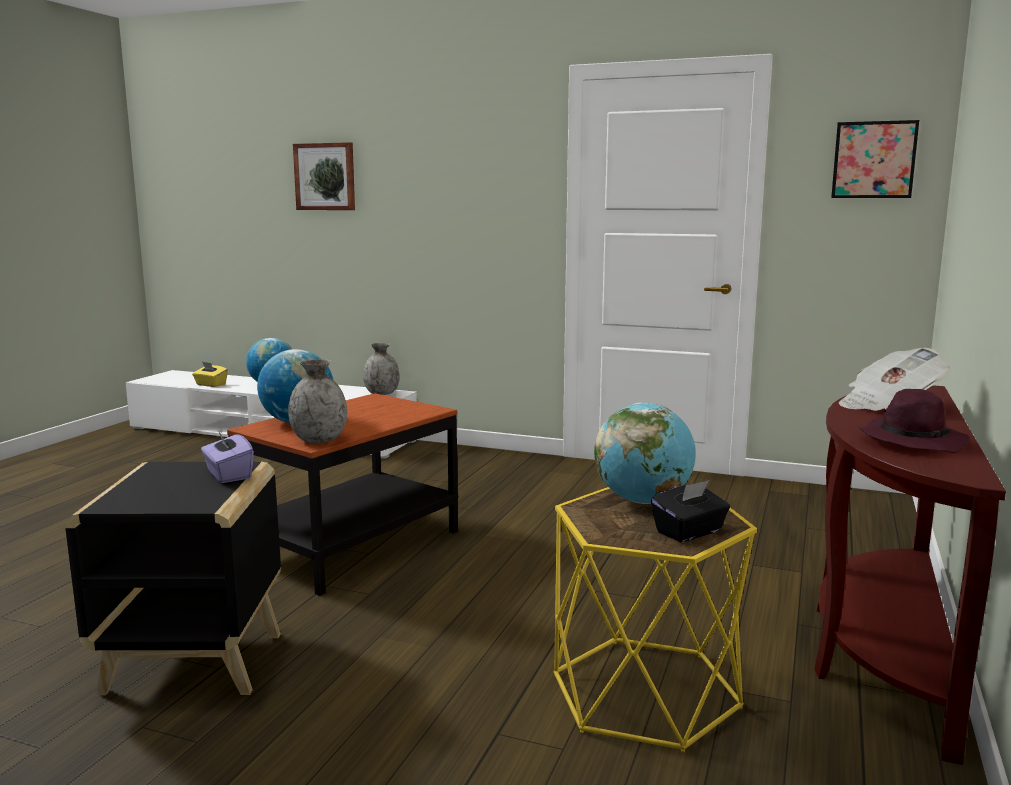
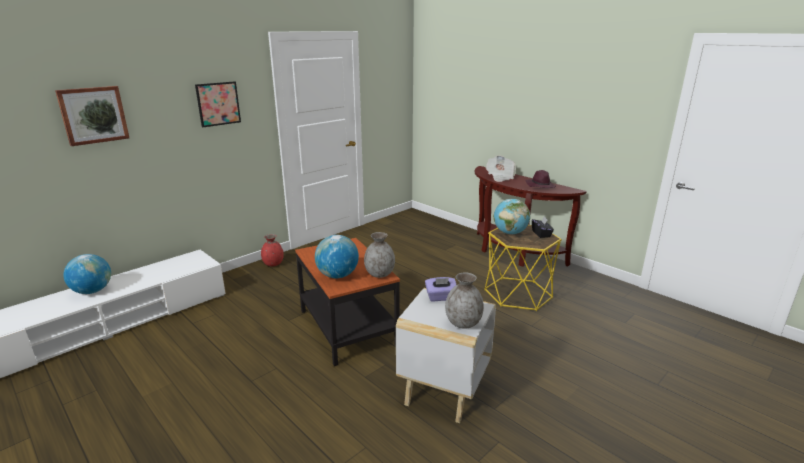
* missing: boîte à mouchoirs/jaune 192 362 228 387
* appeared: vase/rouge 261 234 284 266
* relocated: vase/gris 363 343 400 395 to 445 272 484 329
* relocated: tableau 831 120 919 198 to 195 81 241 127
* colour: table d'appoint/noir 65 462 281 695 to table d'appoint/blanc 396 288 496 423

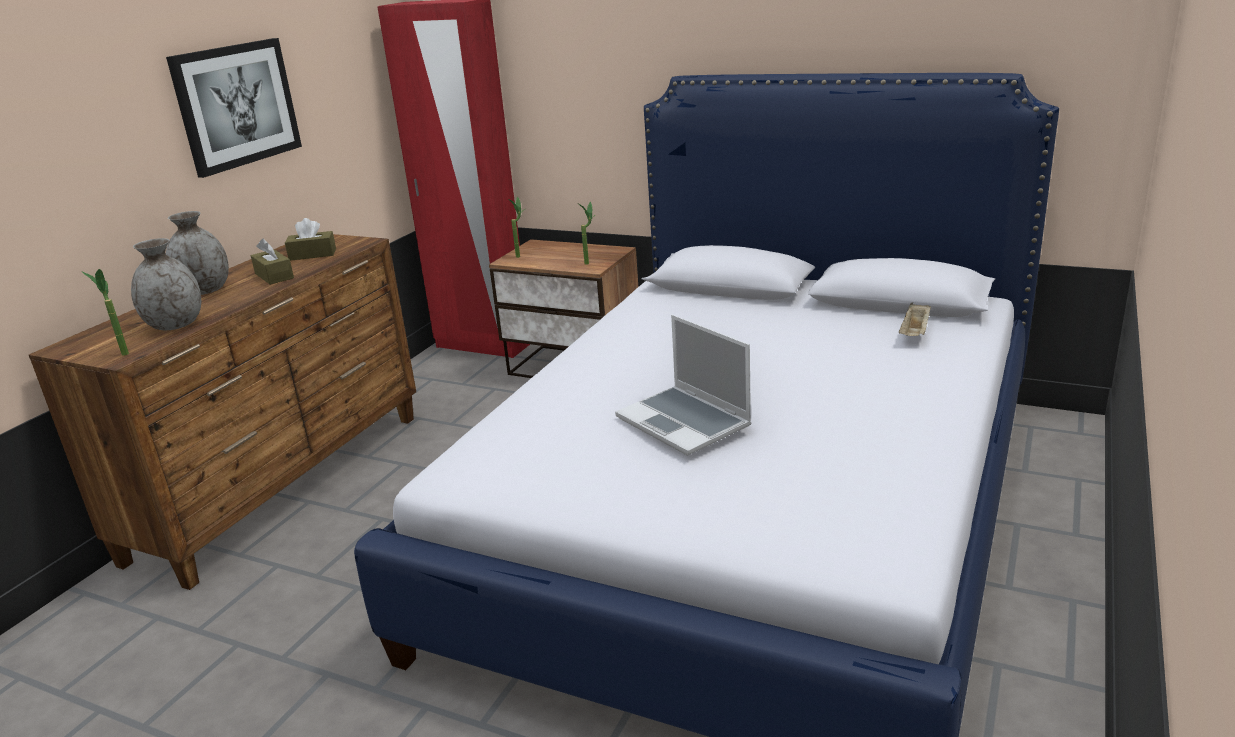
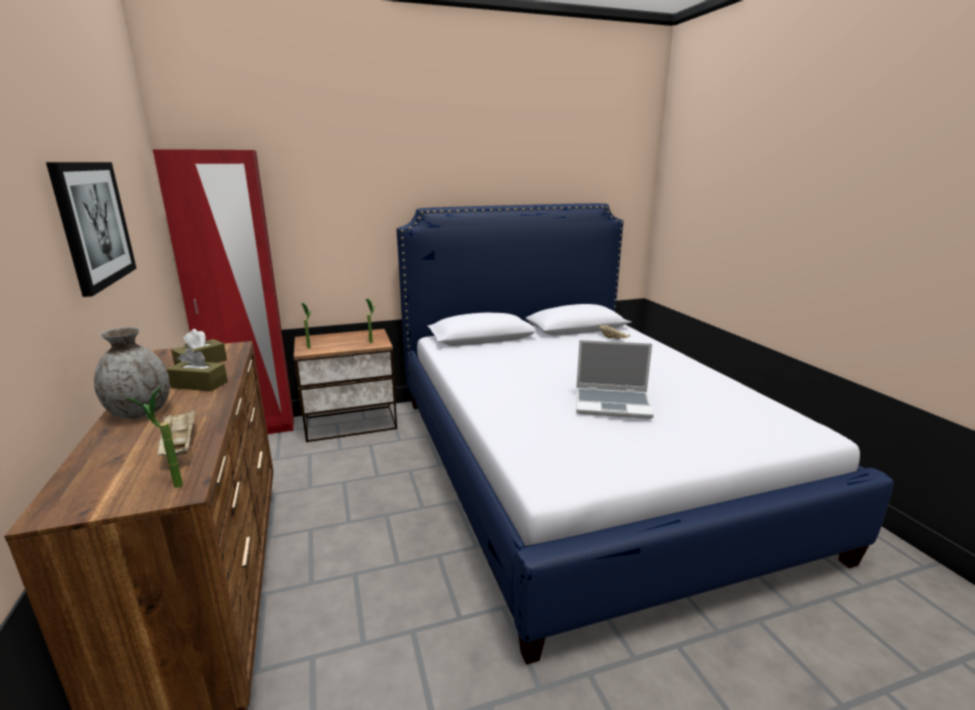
* exchanged: vase/gris 131 238 201 330 to plateau/beige 156 410 195 456

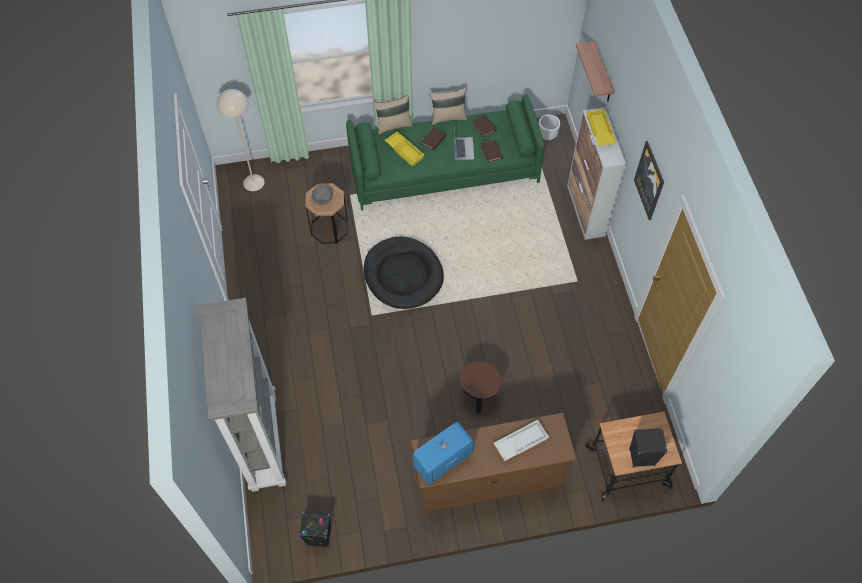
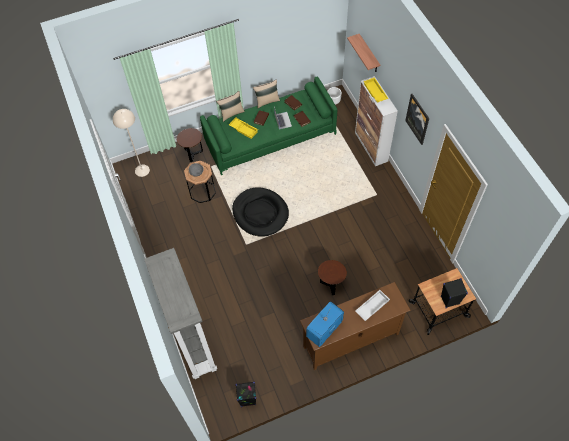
* appeared: table d'appoint/marron 177 128 203 162

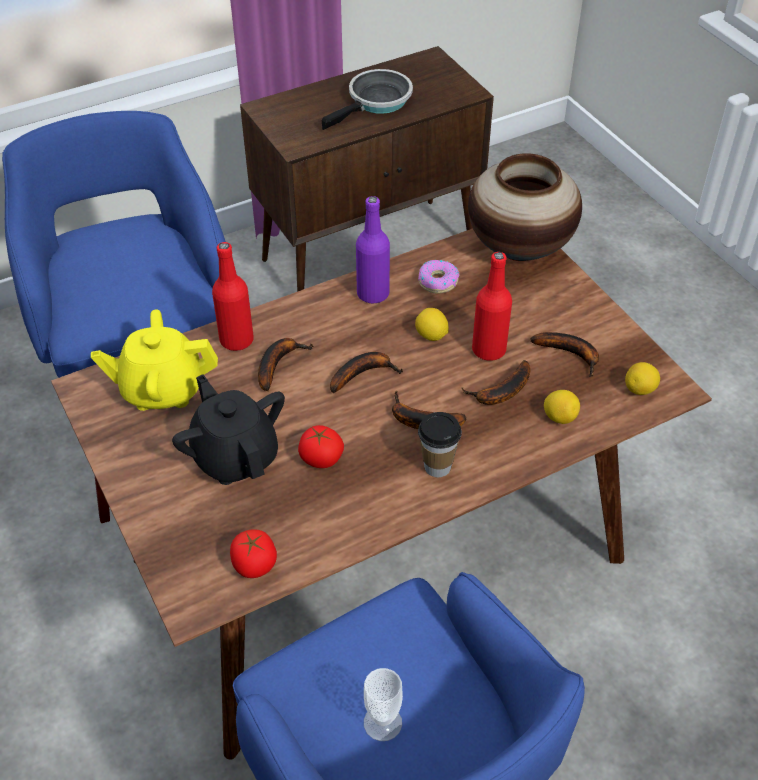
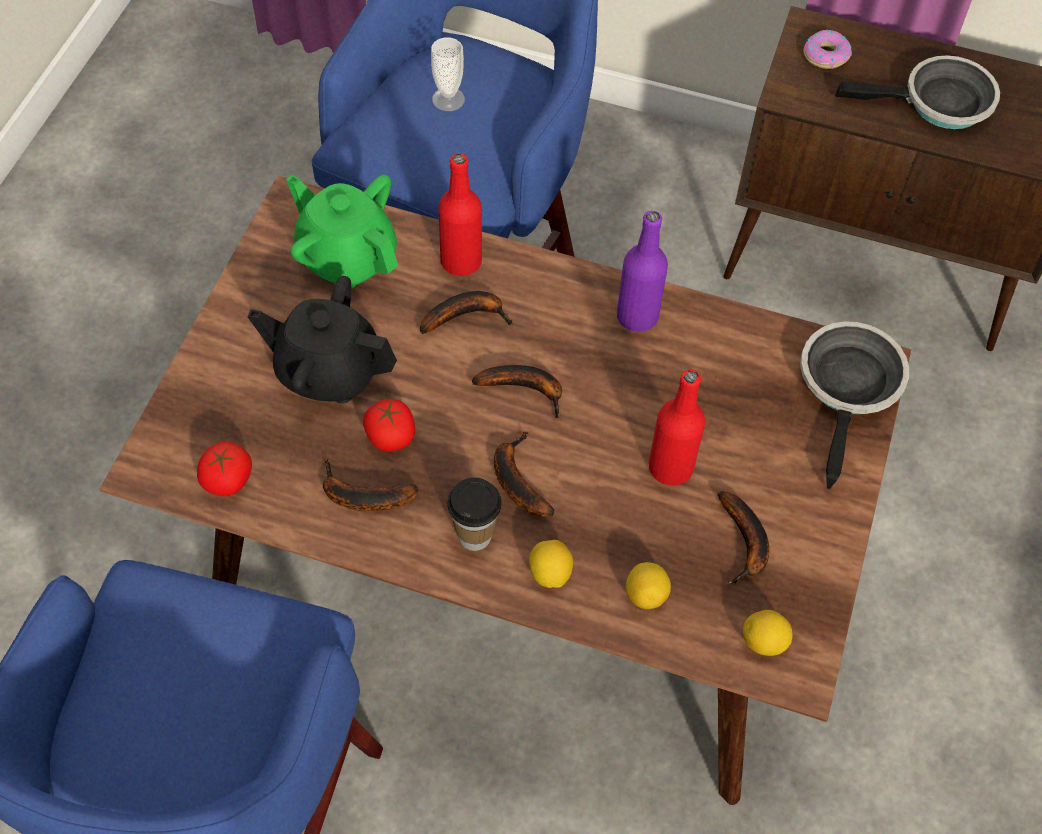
* relocated: tasse 364 668 403 741 to 431 37 465 111
* relocated: citron 415 308 449 341 to 529 540 573 588
* relocated: beignet 418 260 459 294 to 804 30 852 69
* relocated: banane 461 360 531 405 to 323 458 418 511
* exchanged: vase 468 153 582 261 to poêle 800 321 909 489
* colour: théière/jaune 91 309 218 411 to théière/vert 286 175 398 289
* spun: théière/noir 172 374 285 485 = 247 276 397 404 90 degrees counterclockwise

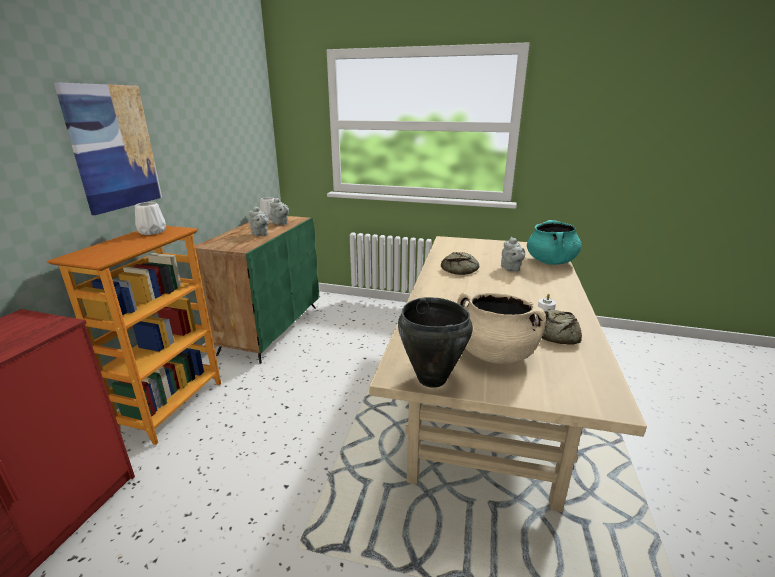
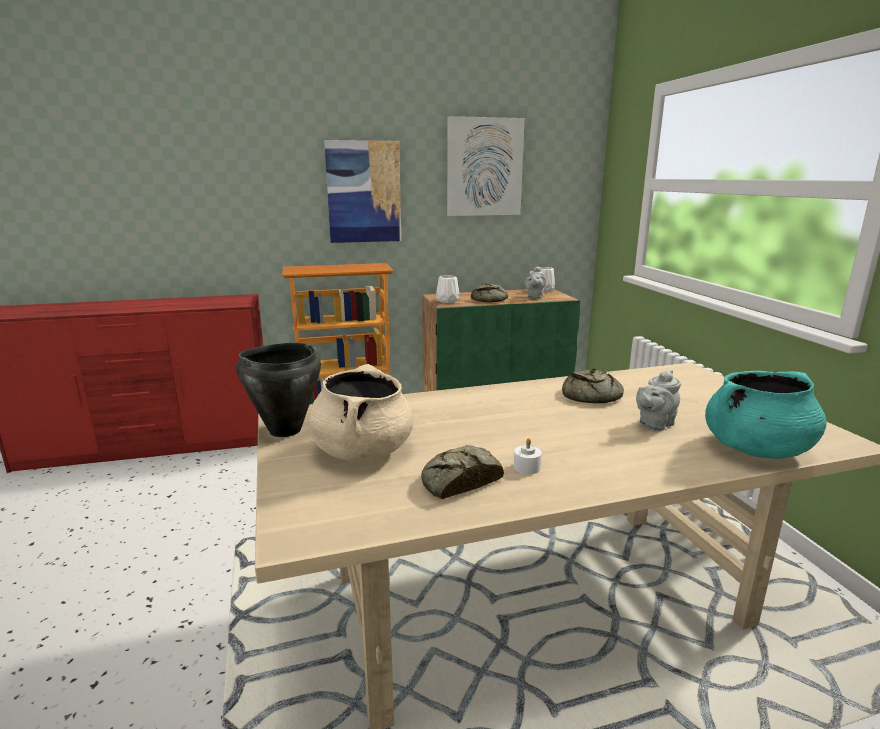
* appeared: tableau 447 116 525 216
* relocated: vase/blanc 135 202 166 235 to 436 275 459 303
* exchanged: théière/gris 249 206 269 236 to pain 471 283 508 303

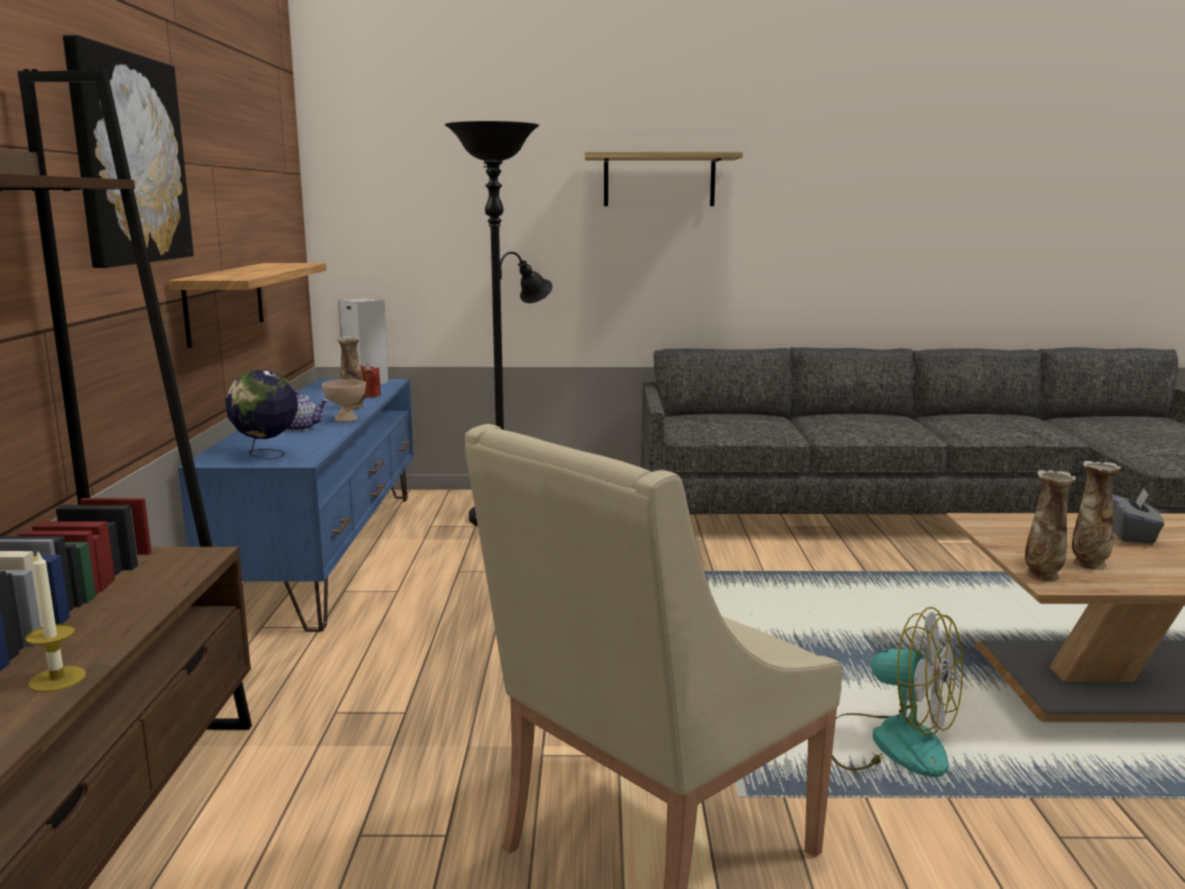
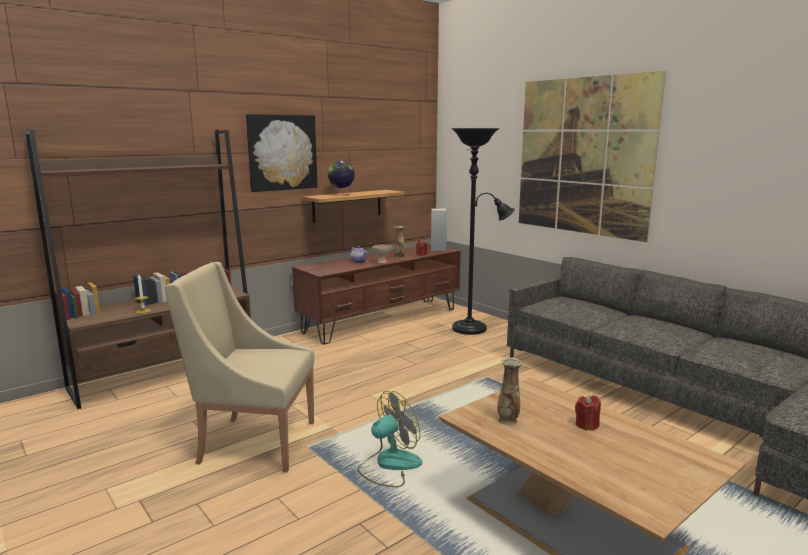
* missing: vase 1025 470 1076 582
* relocated: globe 225 370 298 460 to 328 161 355 196
* exchanged: étagère 585 152 743 206 to tableau 519 71 666 242
* exchanged: boîte à mouchoirs/gris 1113 488 1164 544 to bougie/rouge 575 395 601 430
* colour: meuble télé/bleu 178 379 413 632 to meuble télé/marron 292 244 460 344
* spun: ventilateur 832 607 963 777 = 358 391 422 487 120 degrees counterclockwise

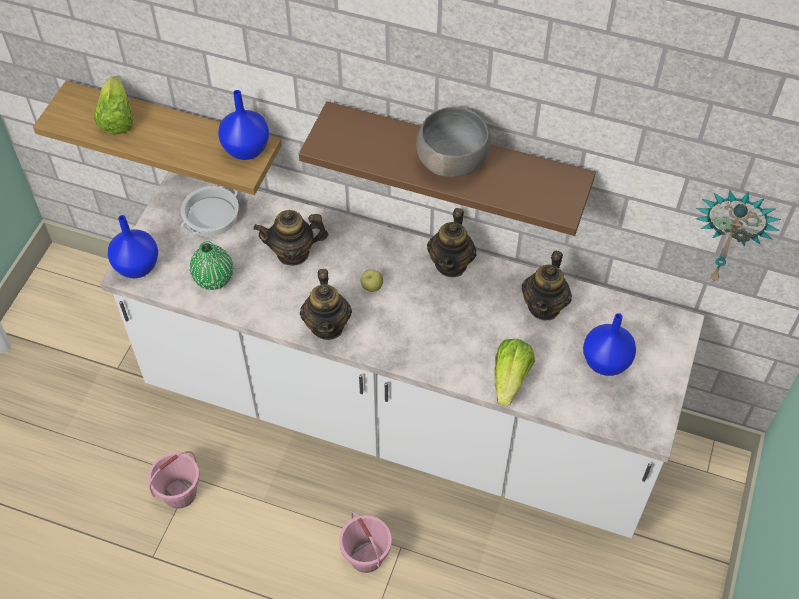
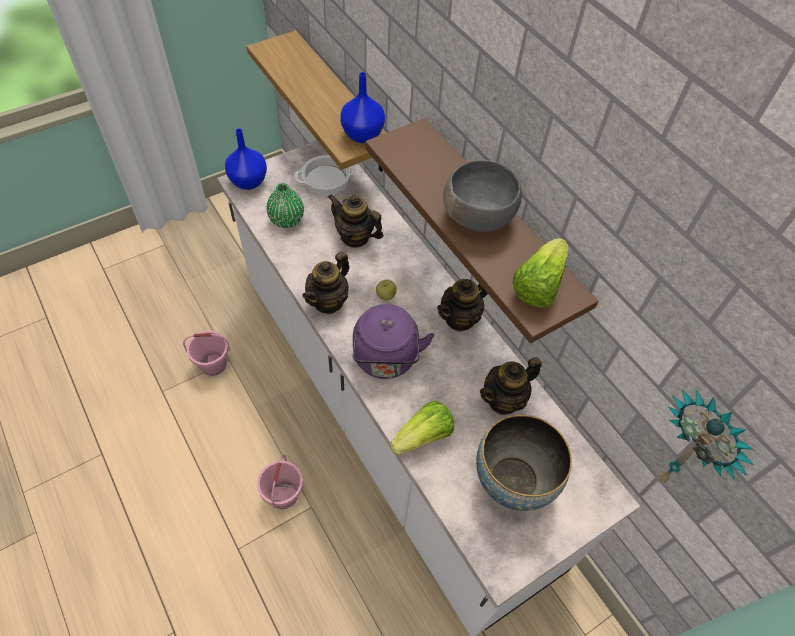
* appeared: bouilloire/violet 353 304 434 379
* relocated: laitue 94 76 134 134 to 512 238 568 308
* exchanged: vase/bleu 583 313 636 376 to bol 476 415 572 511

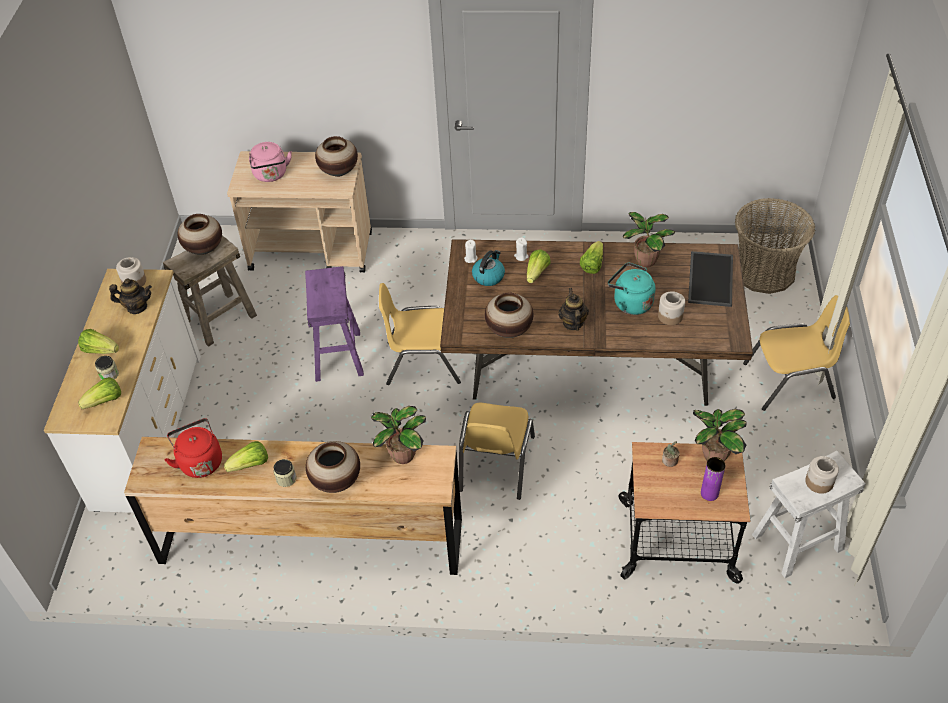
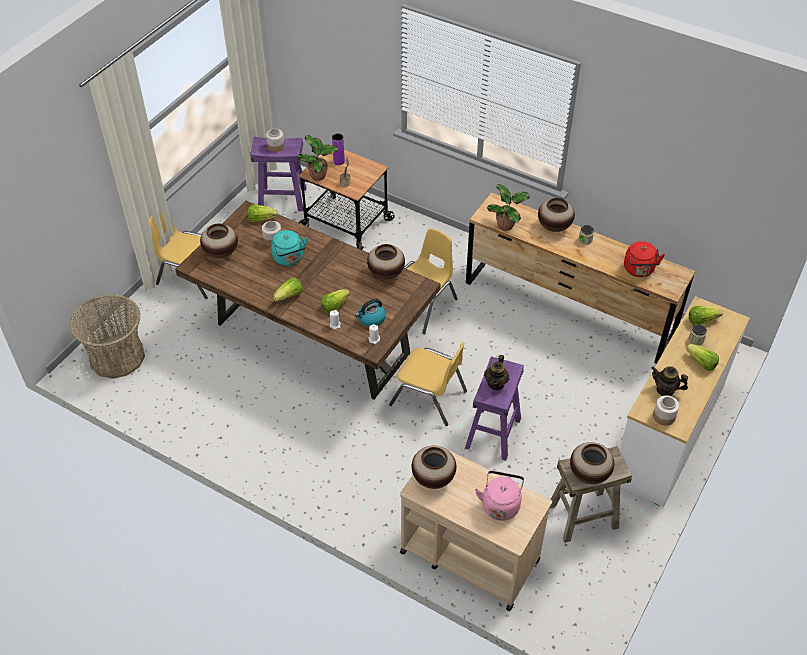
* missing: plante en pot 623 212 675 267
* relocated: laitue 224 441 268 472 to 248 204 278 223
* relocated: théière 558 288 589 331 to 484 355 509 390
* exchanged: plateau 688 251 733 307 to vase 200 223 238 258
* colour: tabouret/blanc 752 450 866 578 to tabouret/violet 250 137 306 211

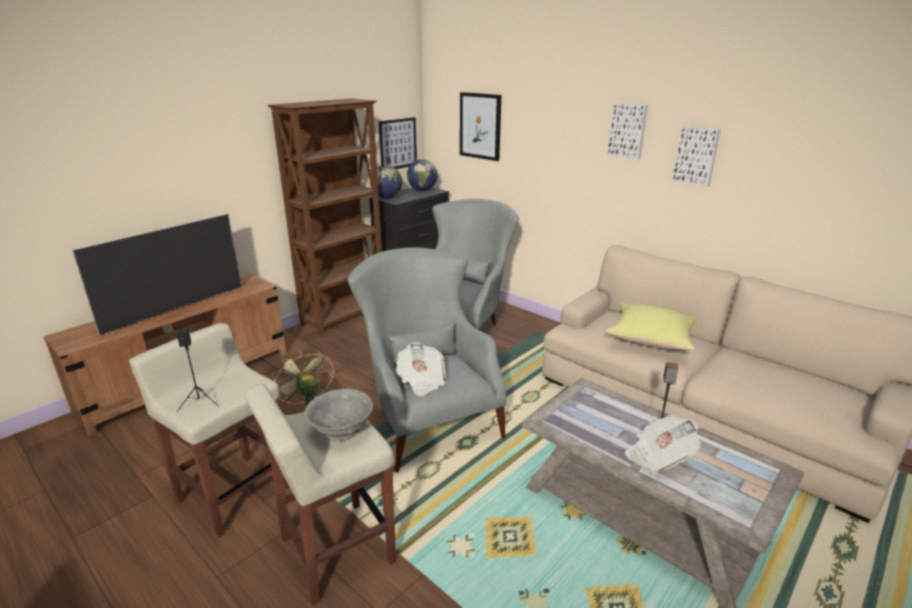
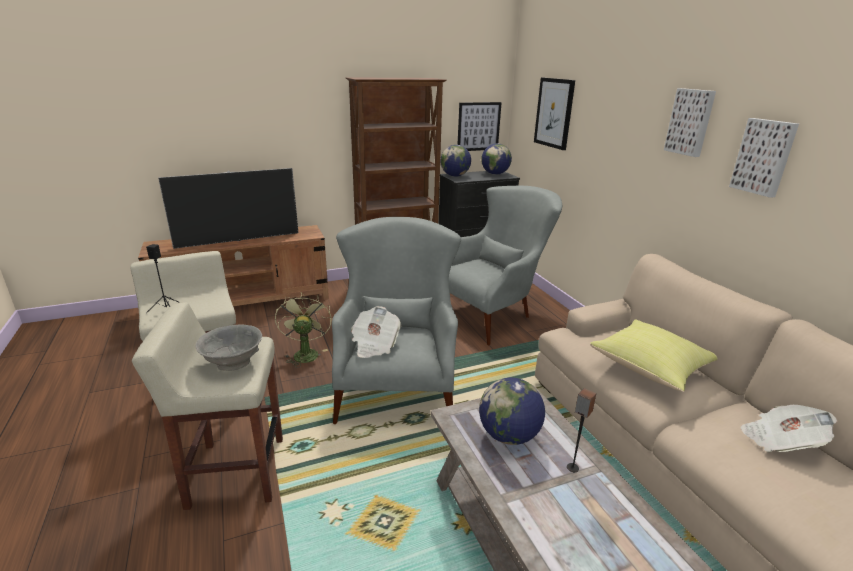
* appeared: globe 479 378 545 445
* relocated: journal 625 415 700 474 to 740 405 838 452

